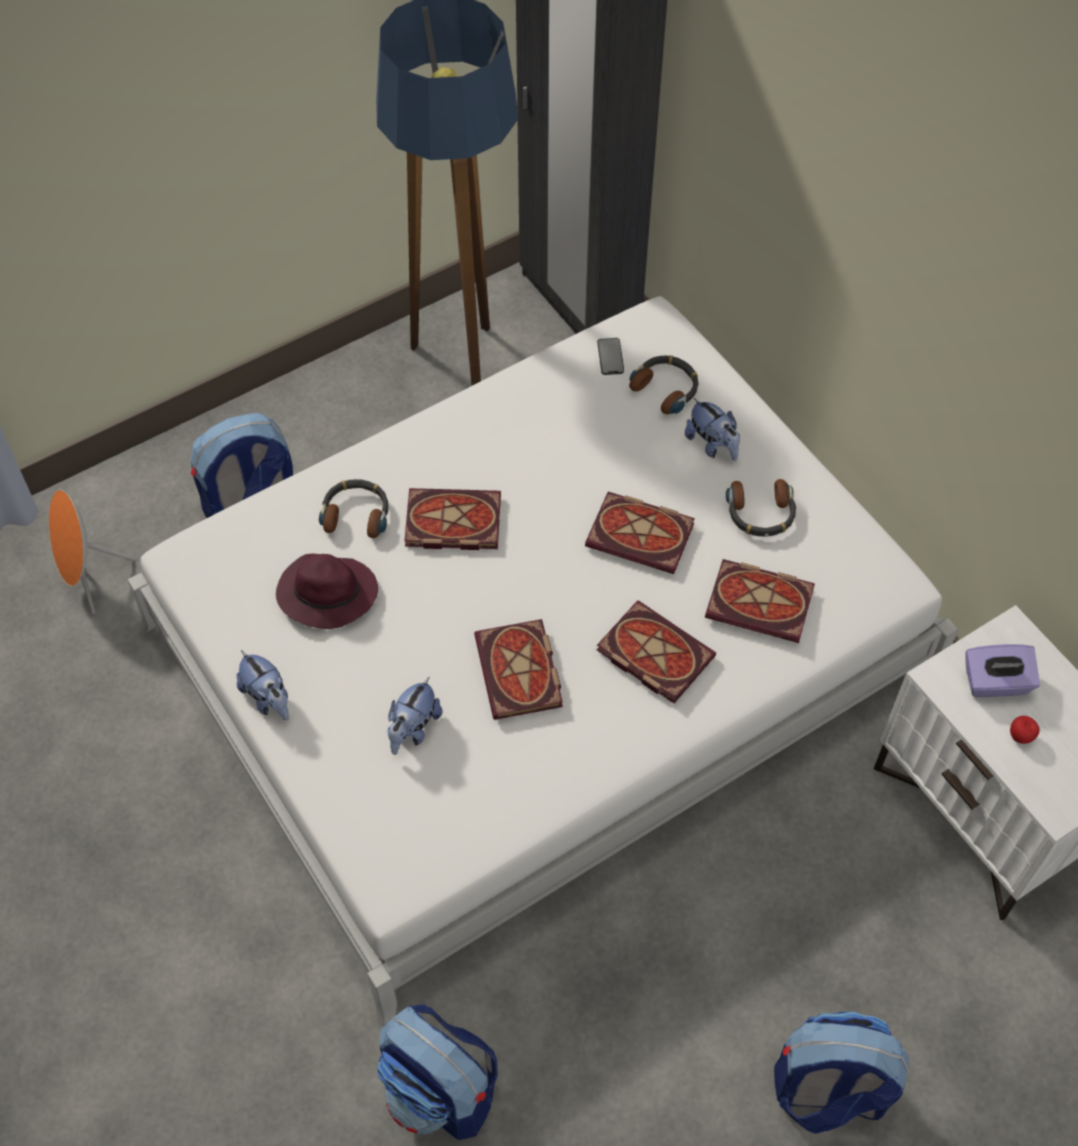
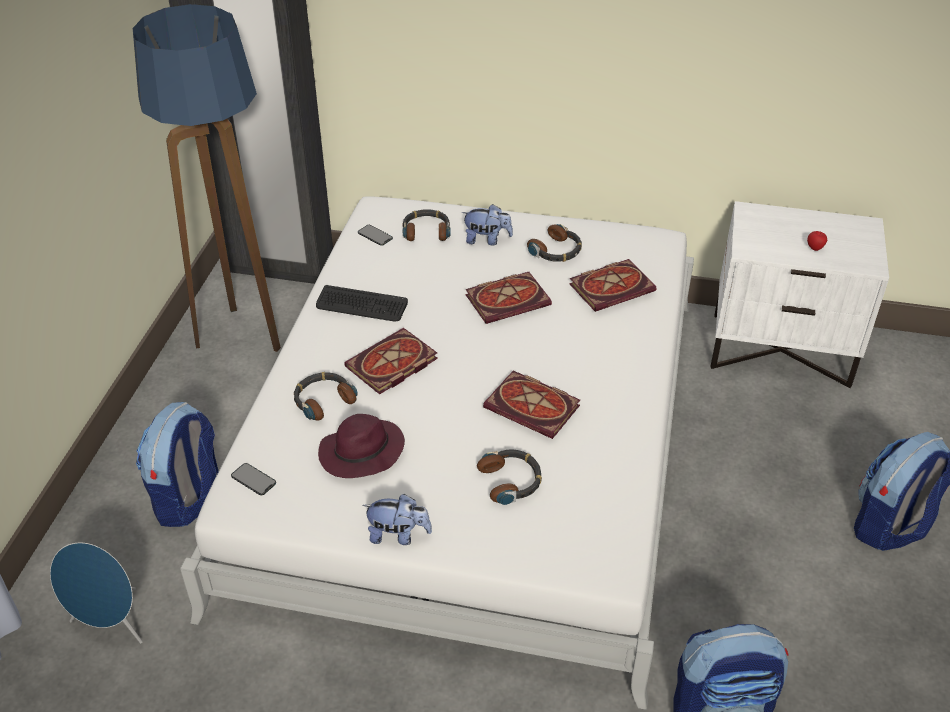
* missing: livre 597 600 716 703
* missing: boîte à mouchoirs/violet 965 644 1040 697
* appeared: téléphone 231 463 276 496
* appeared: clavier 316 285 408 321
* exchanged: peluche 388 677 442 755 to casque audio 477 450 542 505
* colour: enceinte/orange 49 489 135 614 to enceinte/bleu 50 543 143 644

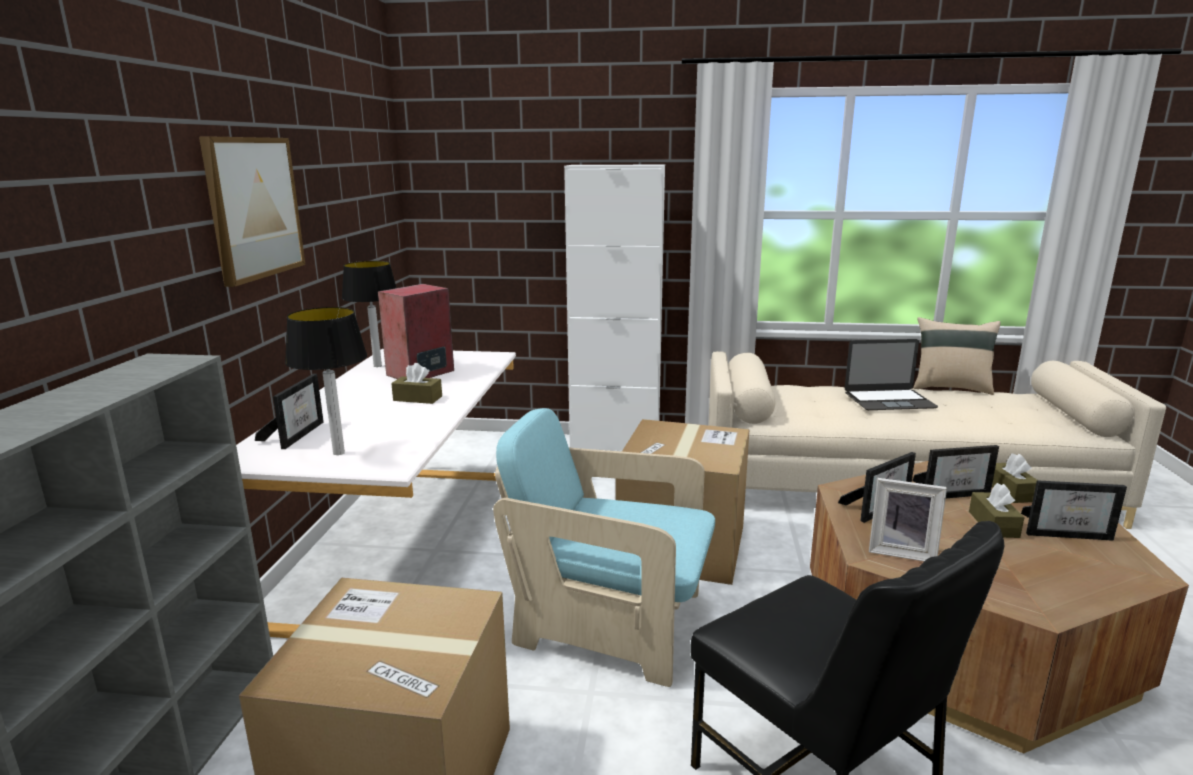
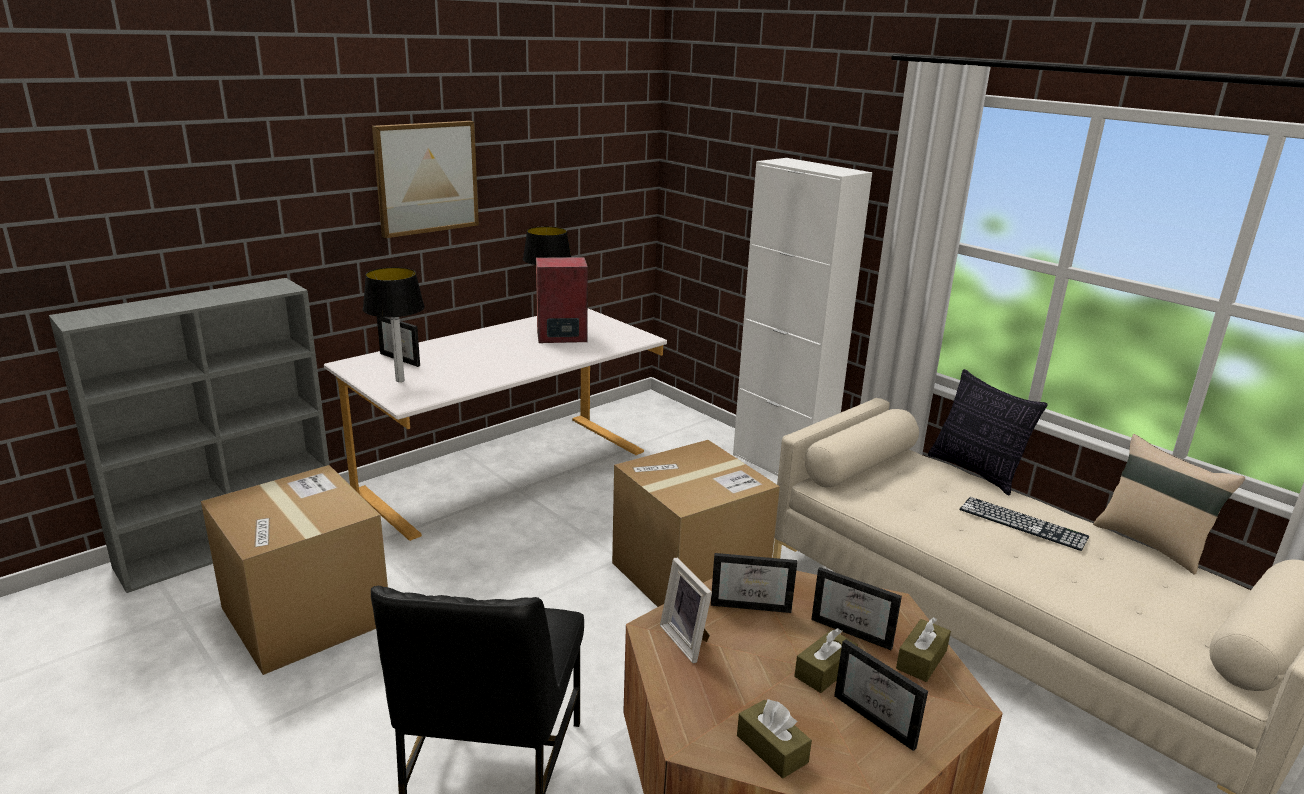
* missing: fauteuil/turquoise 493 408 715 687
* appeared: coussin 928 369 1047 495
* relocated: boîte à mouchoirs/marron 391 363 442 404 to 737 699 812 779
* exchanged: ordinateur portable 845 339 938 410 to clavier 960 497 1089 551
* spun: cadre photo 255 374 324 449 = 377 317 420 367 75 degrees clockwise

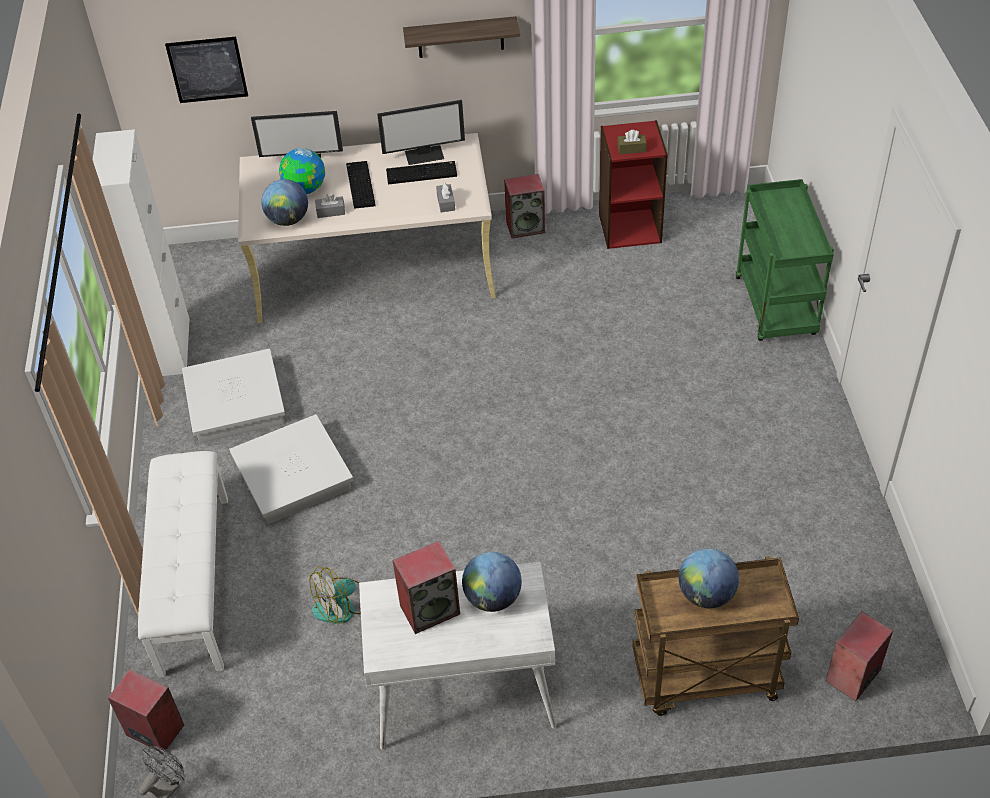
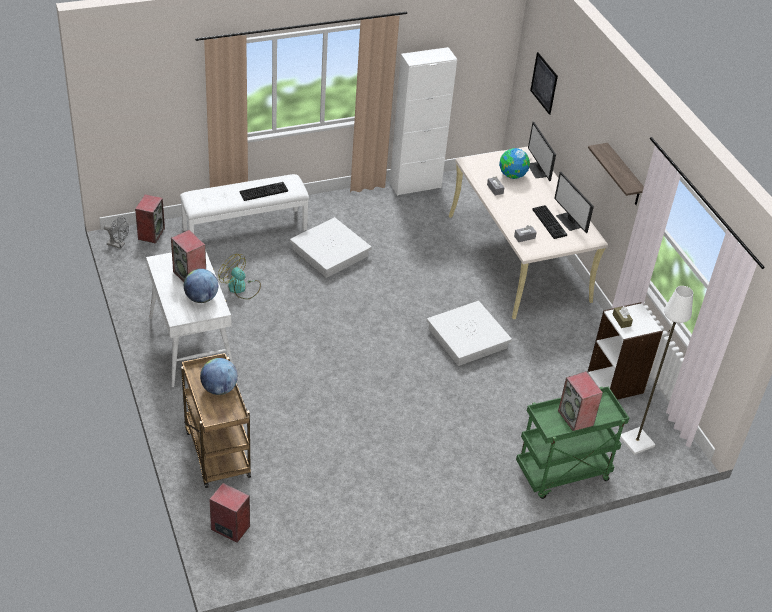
* missing: globe 261 179 308 226
* appeared: lampadaire/blanc 620 286 693 455
* relocated: boîte de rangement/blanc 182 349 285 443 to 427 301 512 366
* relocated: clavier 346 161 376 209 to 240 182 288 201
* relocated: enceinte 504 174 545 238 to 558 371 603 431
* colour: bibliothèque/rouge 599 120 668 249 to bibliothèque/blanc 588 302 663 400

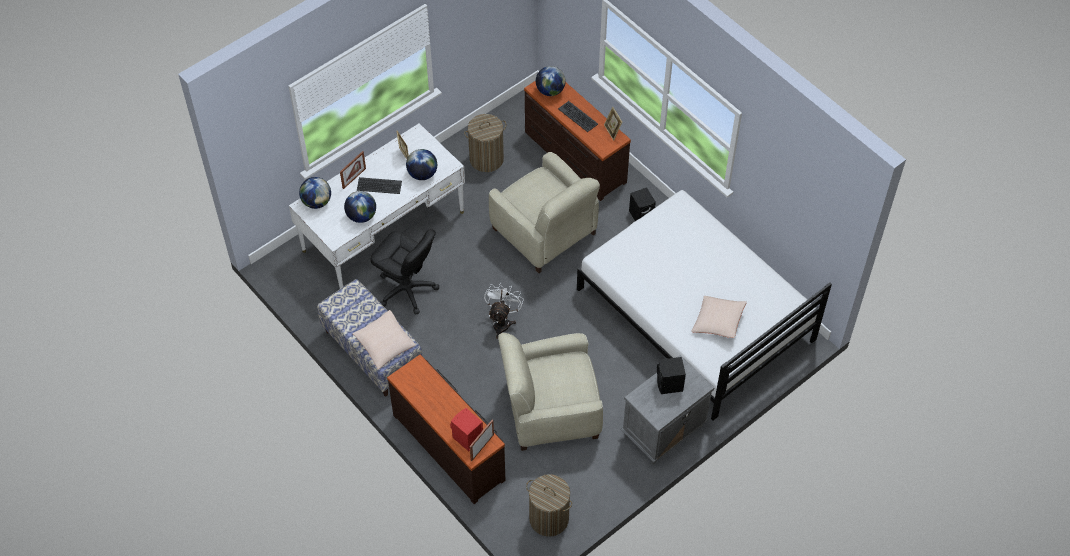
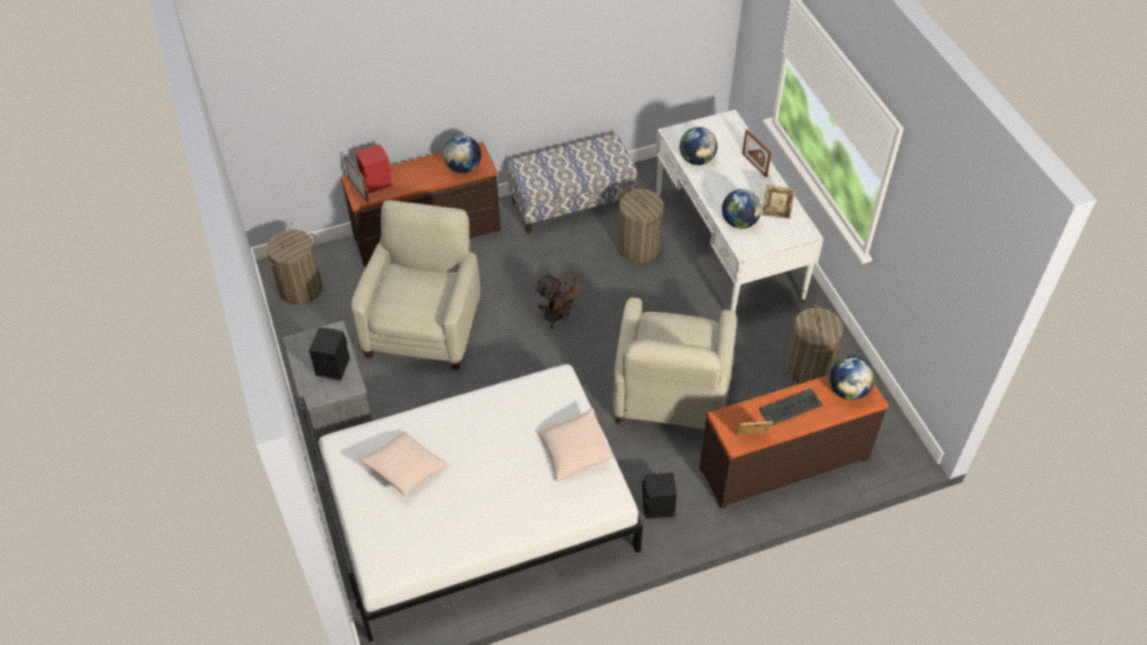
* missing: clavier 357 177 402 194
* relocated: globe 299 177 331 209 to 444 135 481 173
* relocated: coussin/beige 353 310 416 370 to 538 408 613 482
* exchanged: chaise de bureau/noir 370 229 439 314 to panier à linge 618 189 664 263
* colour: ventilateur/blanc 484 284 524 339 to ventilateur/marron 535 272 584 329
* spun: fauteuil/beige 489 152 600 273 = 613 298 737 429 60 degrees counterclockwise

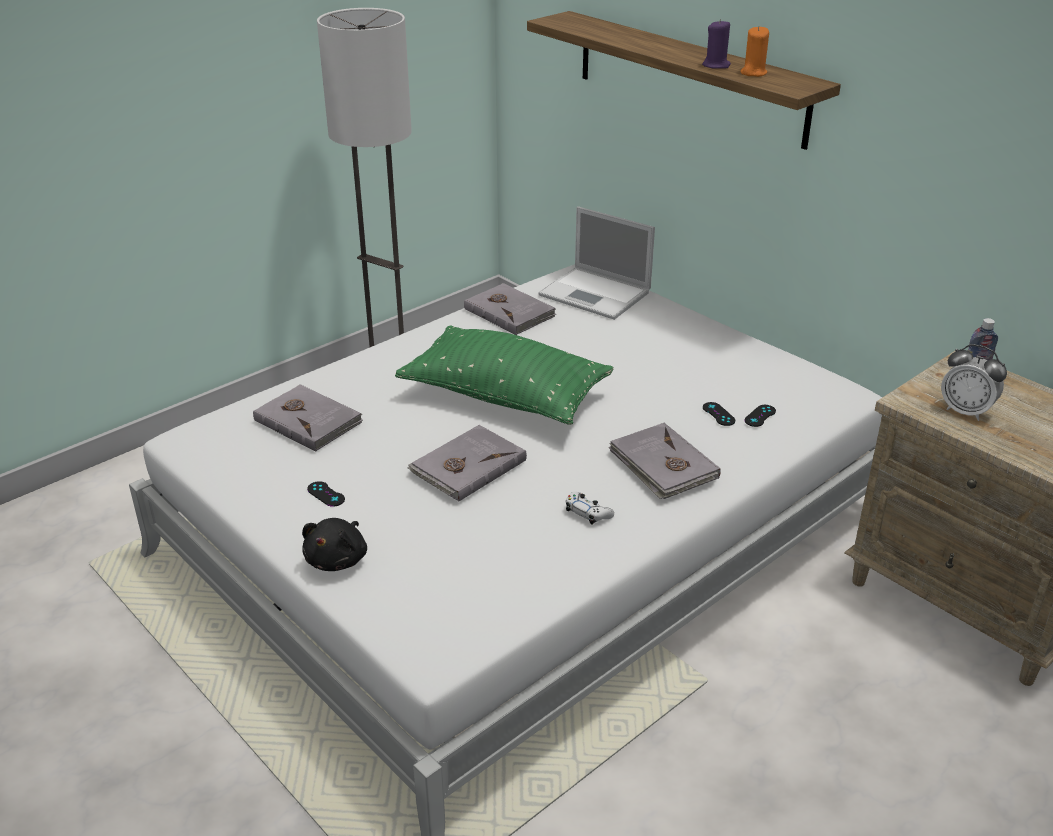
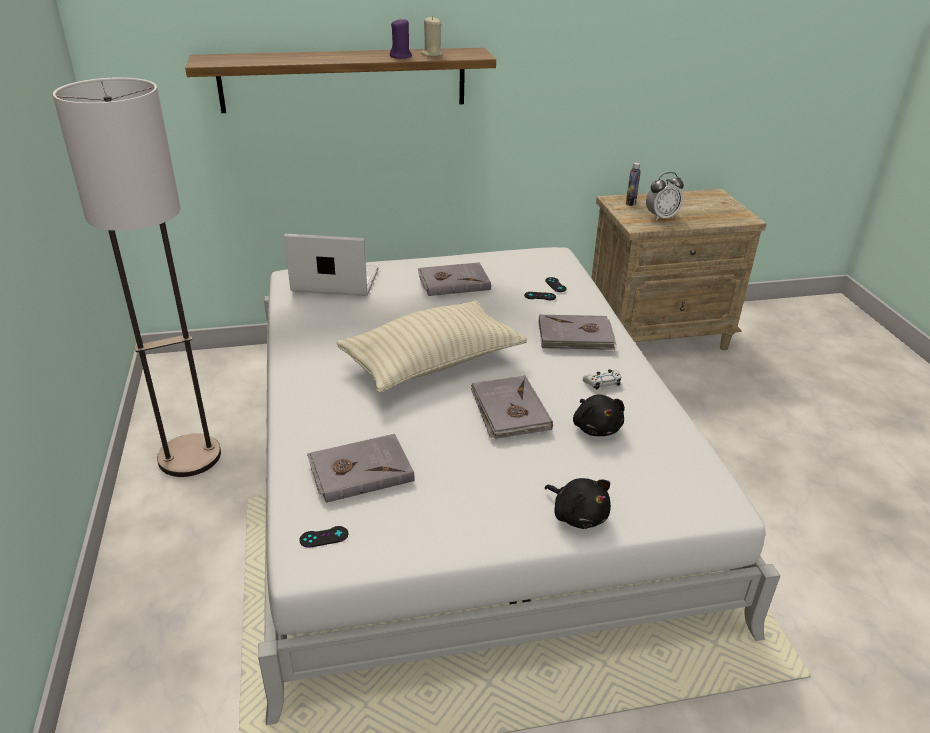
* appeared: peluche/noir 573 394 625 436
* relocated: manette/noir 307 481 345 507 to 300 526 348 548
* relocated: livre/gris 464 283 556 335 to 417 262 491 296
* colour: coussin/vert 395 325 614 425 to coussin/beige 336 300 527 393
* colour: bougie/orange 740 26 769 77 to bougie/beige 421 16 443 57
* spun: ordinateur portable 538 206 655 320 = 284 234 379 296 150 degrees counterclockwise

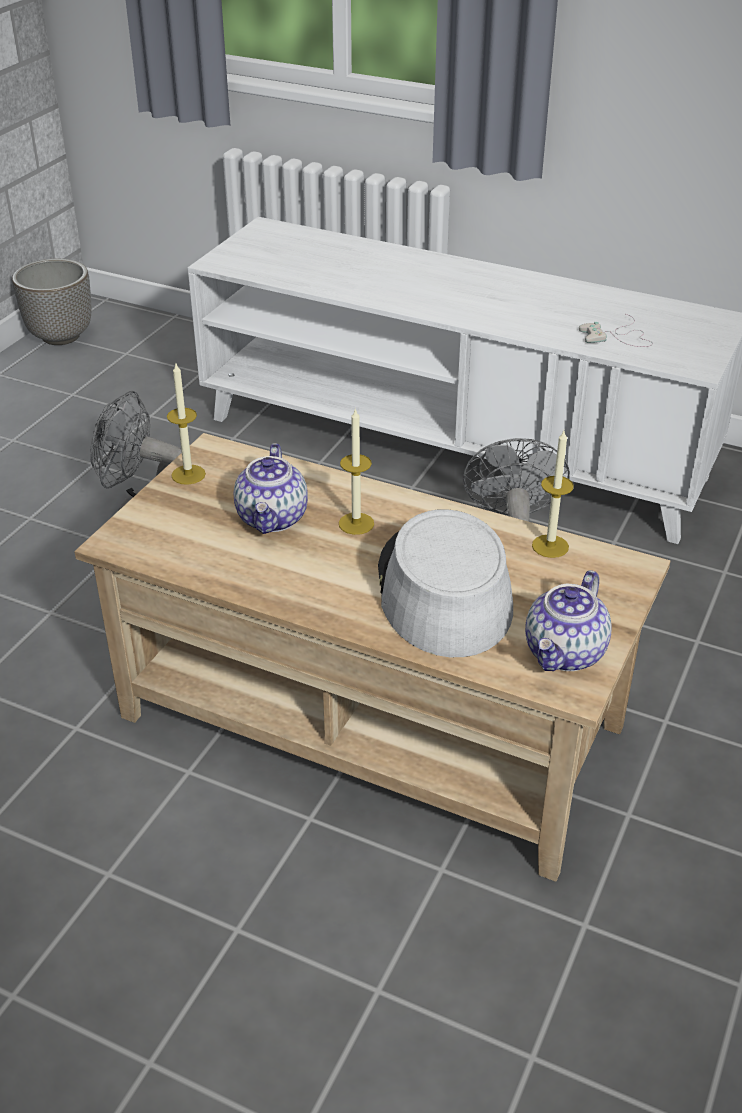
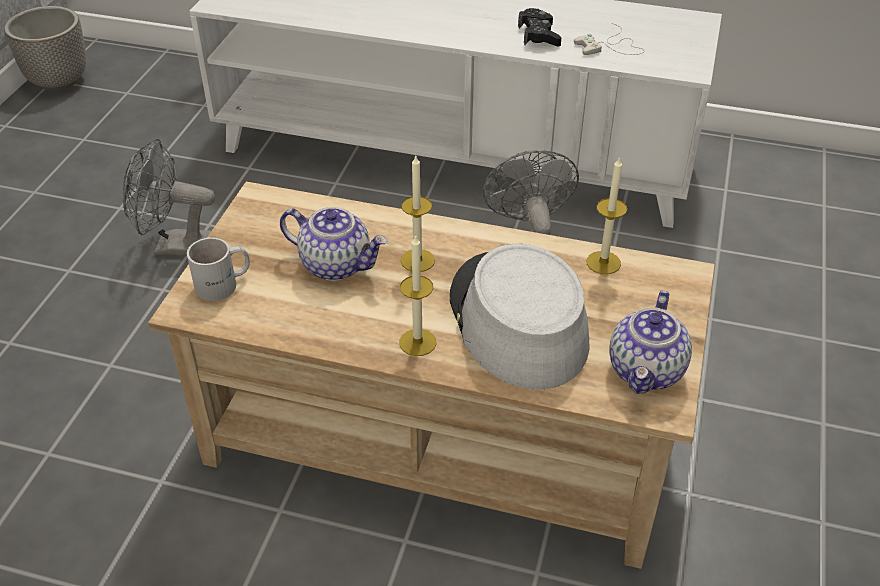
* appeared: mug/blanc 187 237 250 301
* appeared: manette/noir 518 8 561 46
* relocated: bougie 167 364 206 485 to 399 234 437 356
* spun: théière 234 443 308 534 = 280 207 388 281 60 degrees counterclockwise

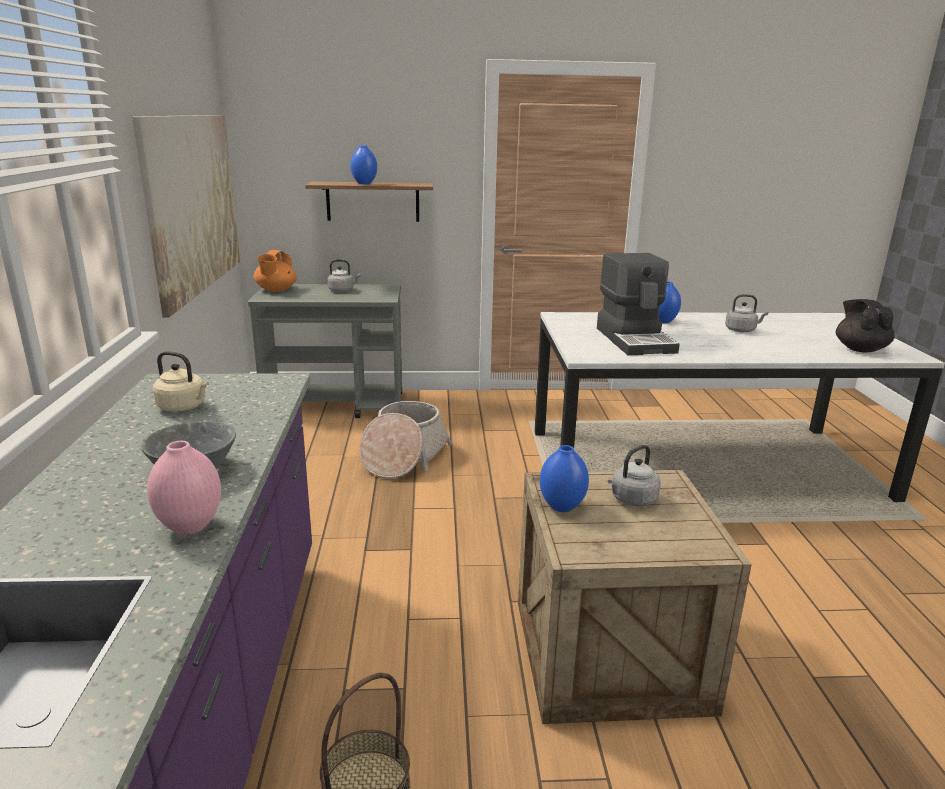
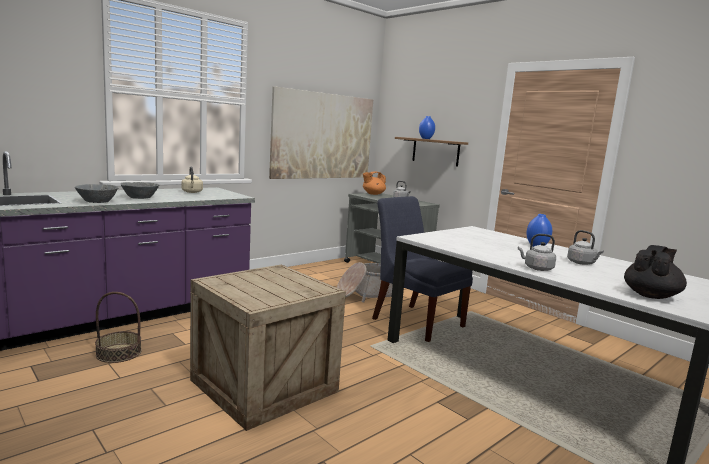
* missing: vase/bleu 540 445 589 512
* missing: machine à café 597 253 680 356
* appeared: chaise/bleu 372 196 473 342
* relocated: bouilloire/gris 608 445 661 507 to 518 234 556 271
* exchanged: vase/rose 147 441 221 535 to bol/gris 75 184 118 203

